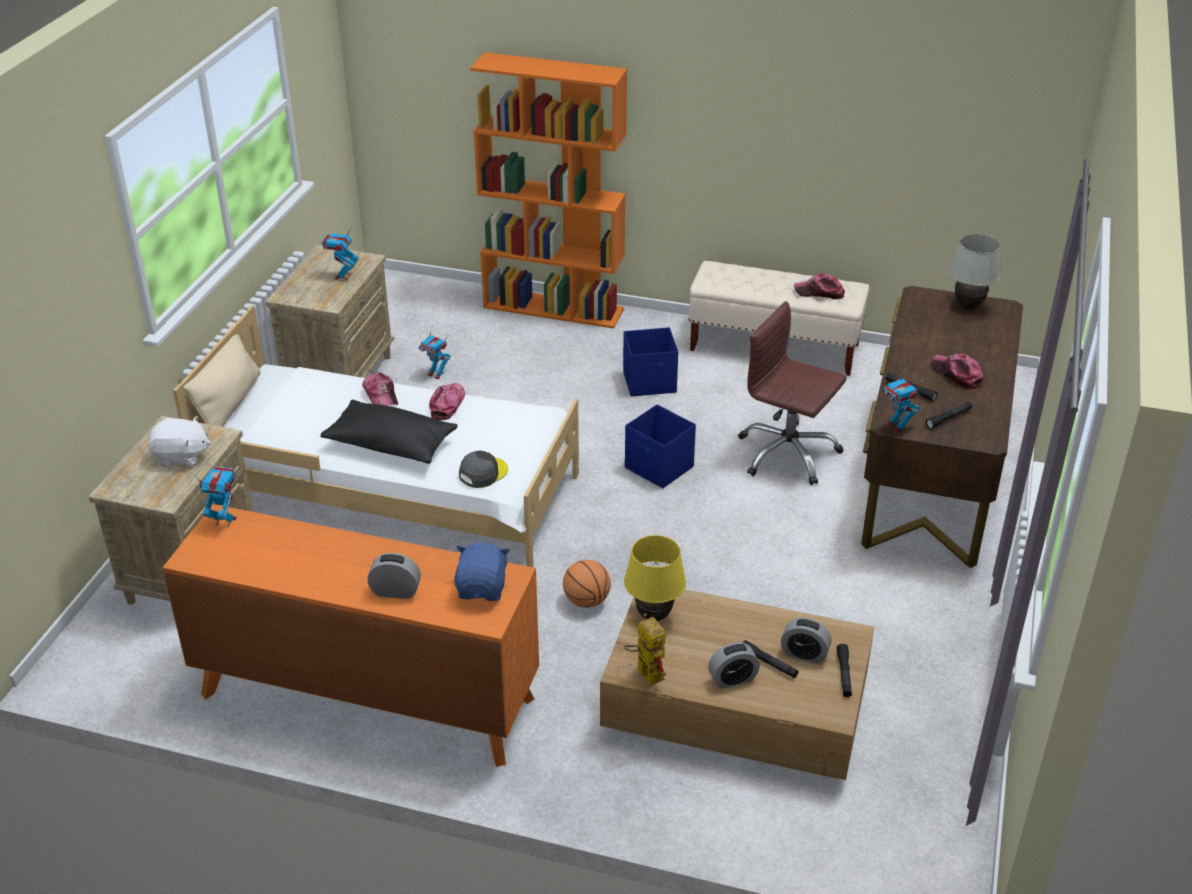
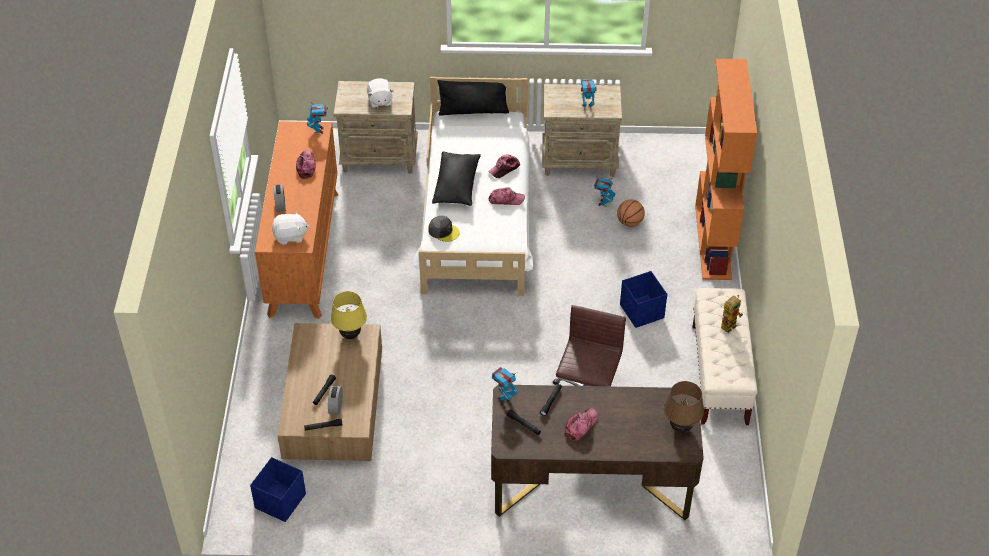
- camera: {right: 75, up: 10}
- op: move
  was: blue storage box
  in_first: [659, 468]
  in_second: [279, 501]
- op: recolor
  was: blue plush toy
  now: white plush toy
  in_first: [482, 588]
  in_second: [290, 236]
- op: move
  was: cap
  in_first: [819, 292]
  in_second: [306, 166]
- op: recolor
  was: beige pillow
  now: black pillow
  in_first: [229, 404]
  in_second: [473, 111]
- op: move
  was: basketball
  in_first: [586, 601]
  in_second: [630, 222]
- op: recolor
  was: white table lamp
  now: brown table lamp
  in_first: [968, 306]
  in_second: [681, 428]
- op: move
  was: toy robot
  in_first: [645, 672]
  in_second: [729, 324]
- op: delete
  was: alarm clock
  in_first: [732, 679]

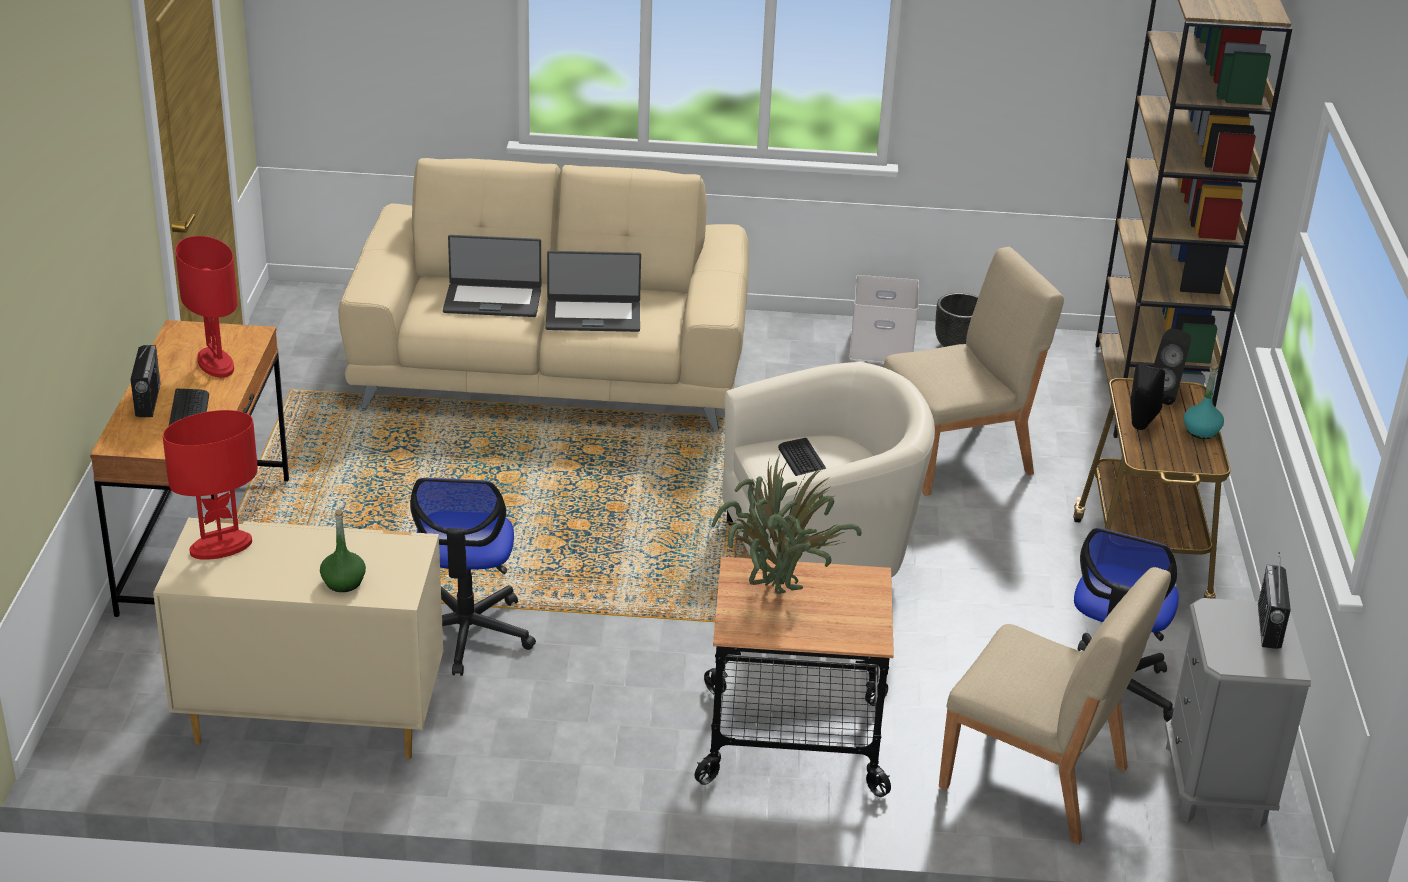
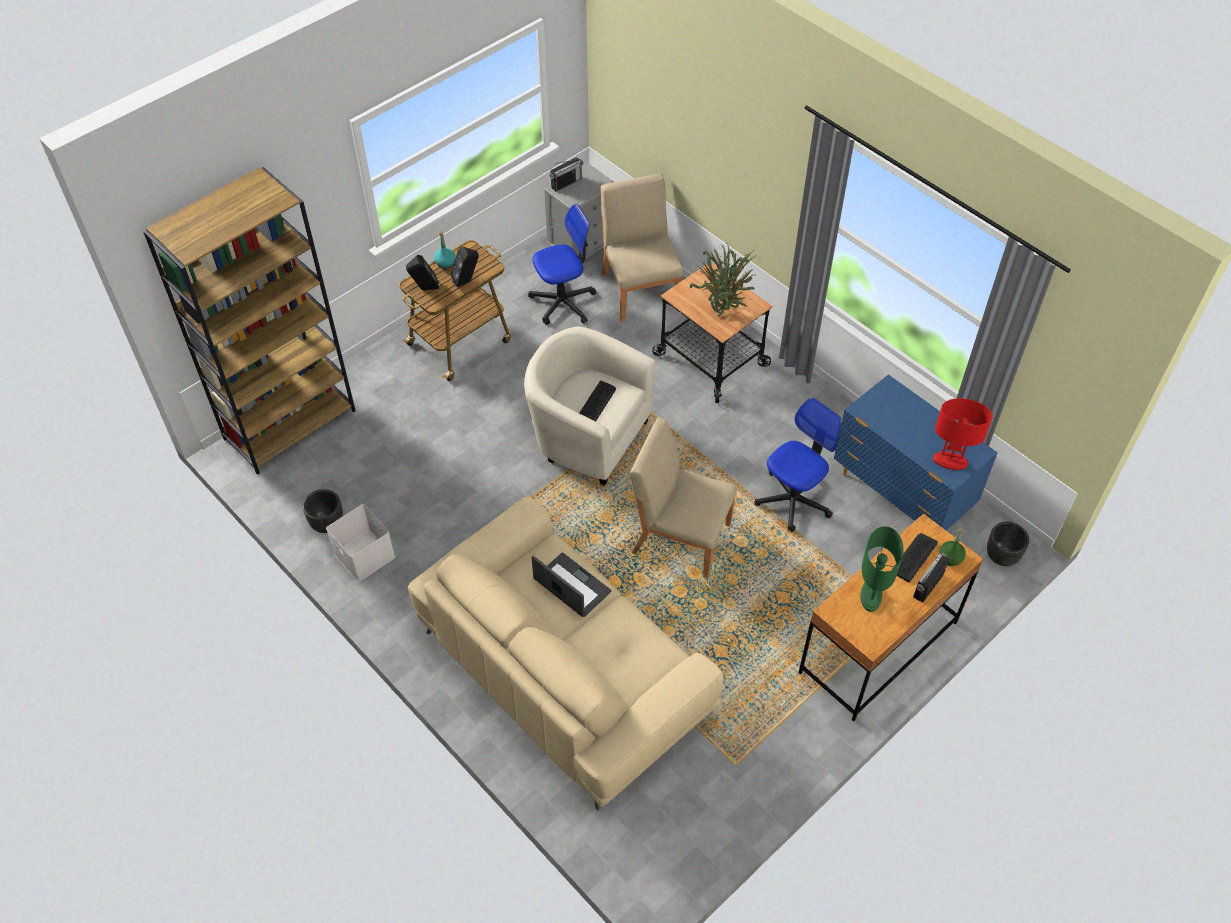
- camera: {right: -135, up: 20}
- op: move
  was: beige chair
  in_first: [957, 456]
  in_second: [680, 537]
- op: recolor
  was: beige dresser
  now: blue dresser
  in_first: [310, 720]
  in_second: [901, 496]
- op: recolor
  was: red table lamp
  now: green table lamp
  in_first: [215, 364]
  in_second: [871, 595]
- op: move
  was: green bottle
  in_first: [343, 582]
  in_second: [950, 557]
- op: insert
  now: black planter
  in_second: [1001, 557]
- op: delete
  was: laptop
  in_first: [492, 300]

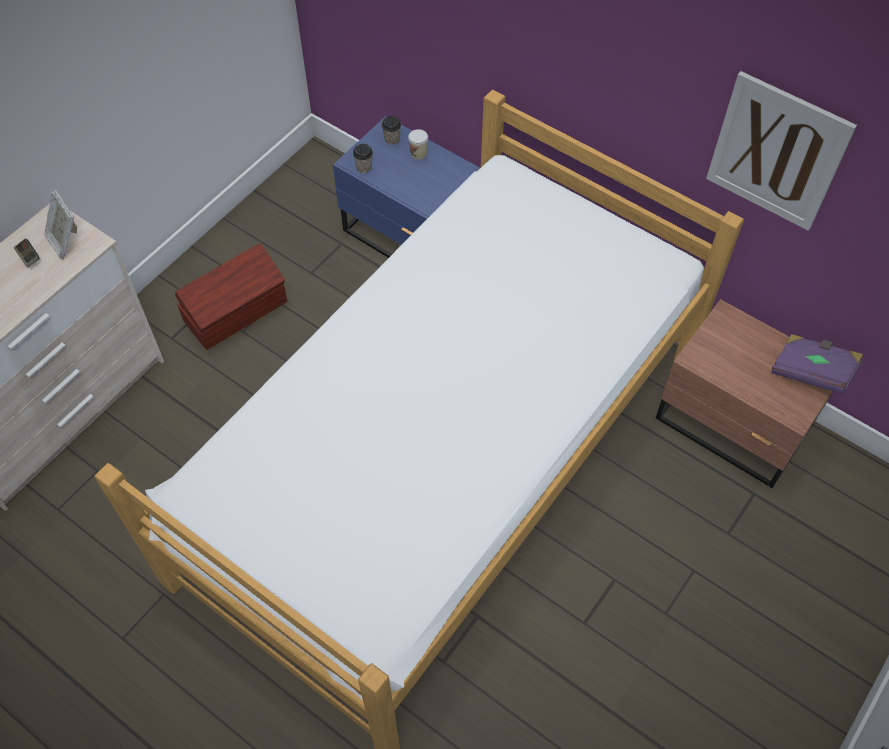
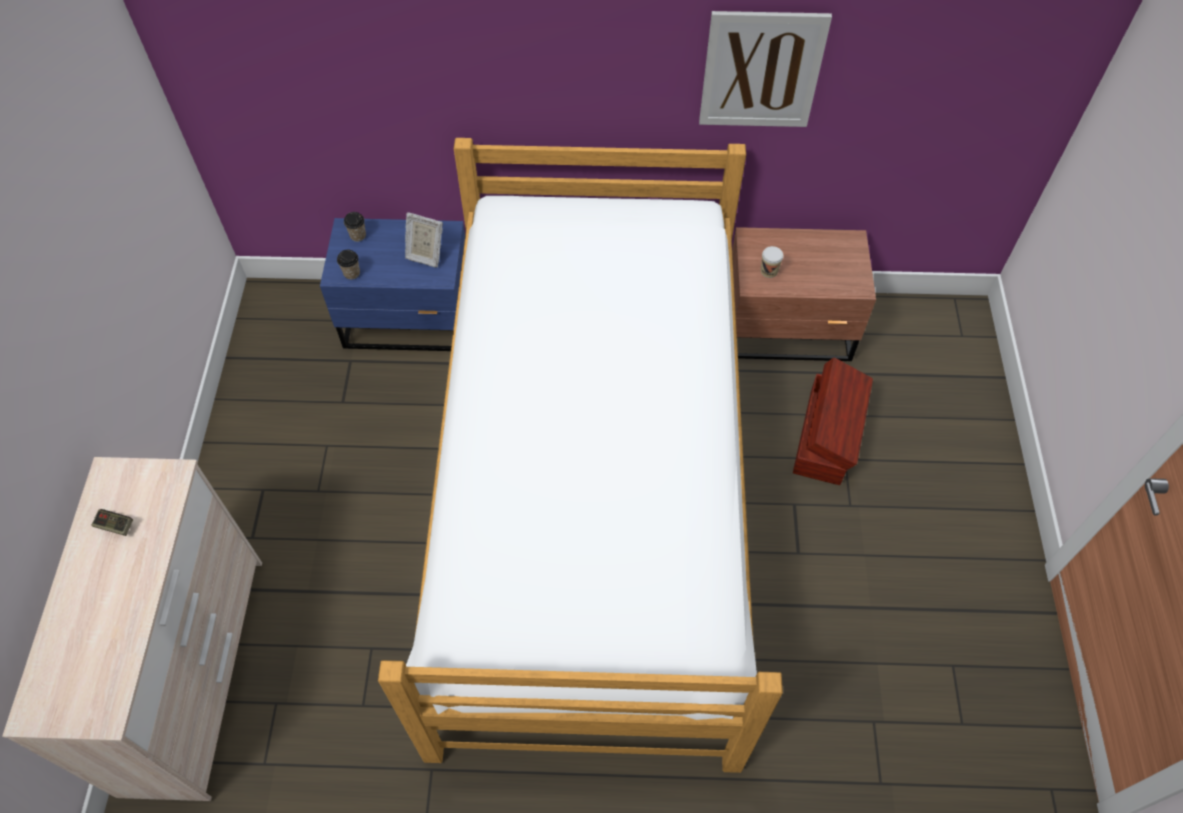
- camera: {right: -35, up: 0}
- op: move
  was: picture frame
  in_first: [66, 240]
  in_second: [425, 255]
- op: move
  was: cup
  in_first: [418, 154]
  in_second: [769, 271]
- op: move
  was: brown storage box
  in_first: [237, 312]
  in_second: [827, 436]
- op: delete
  was: purple book
  in_first: [812, 372]

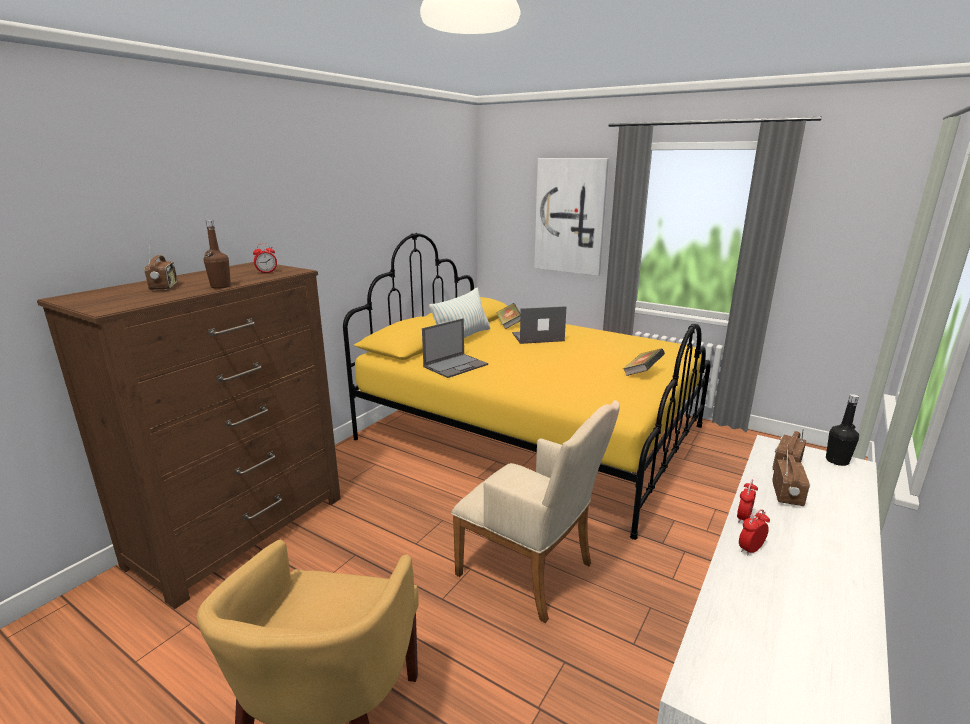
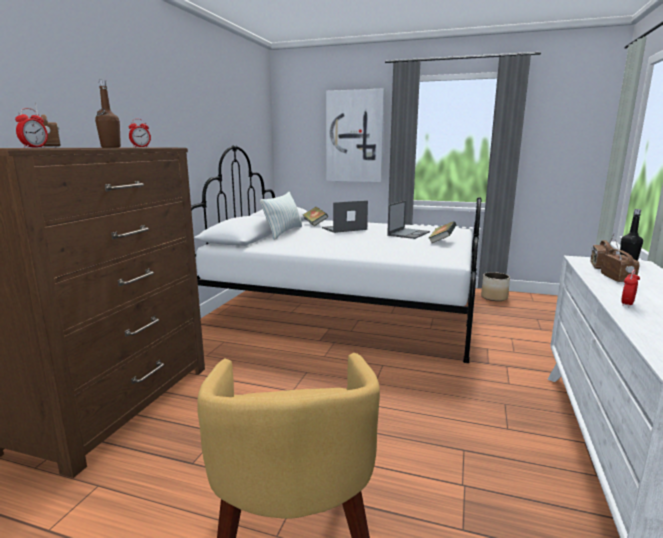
- camera: {right: -15, up: -5}
- op: move
  was: alarm clock
  in_first: [743, 518]
  in_second: [34, 147]
- op: recolor
  was: yellow bed
  now: white bed
  in_first: [531, 433]
  in_second: [347, 308]
- op: move
  was: laptop
  in_first: [456, 365]
  in_second: [408, 233]
- op: insert
  now: planter
  in_second: [494, 297]
- op: delete
  was: beige armchair
  in_first: [531, 573]

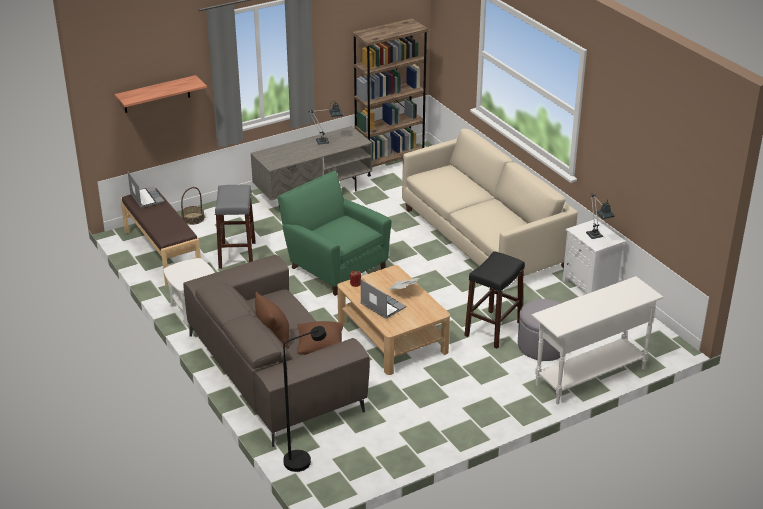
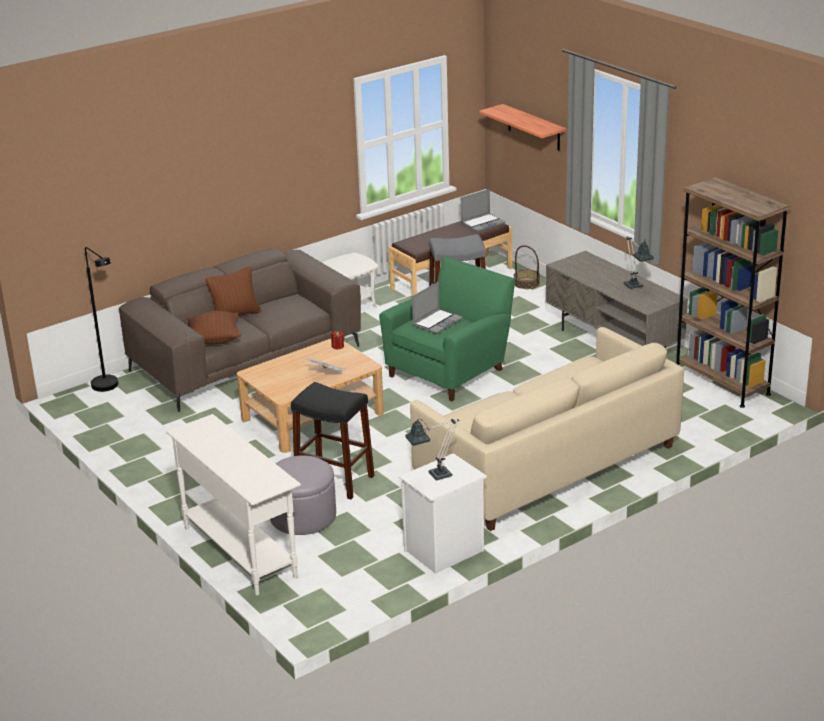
- camera: {right: 85, up: -5}
- op: move
  was: laptop
  in_first: [382, 306]
  in_second: [437, 322]

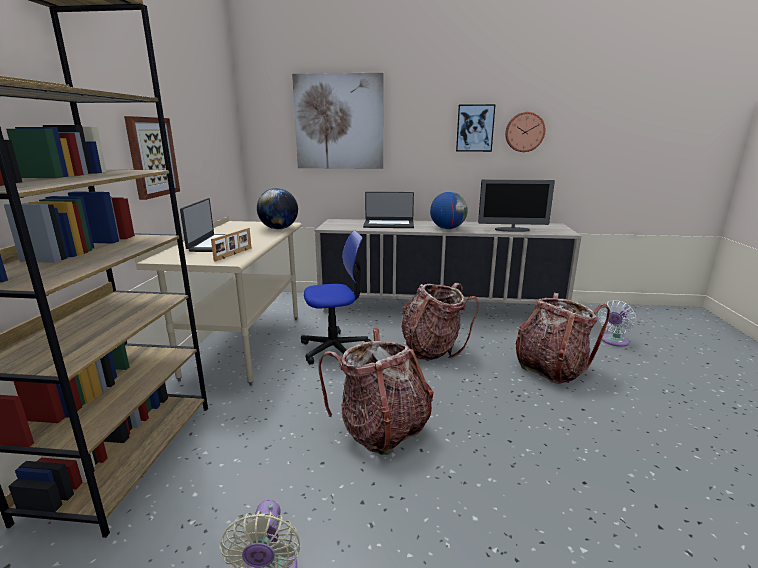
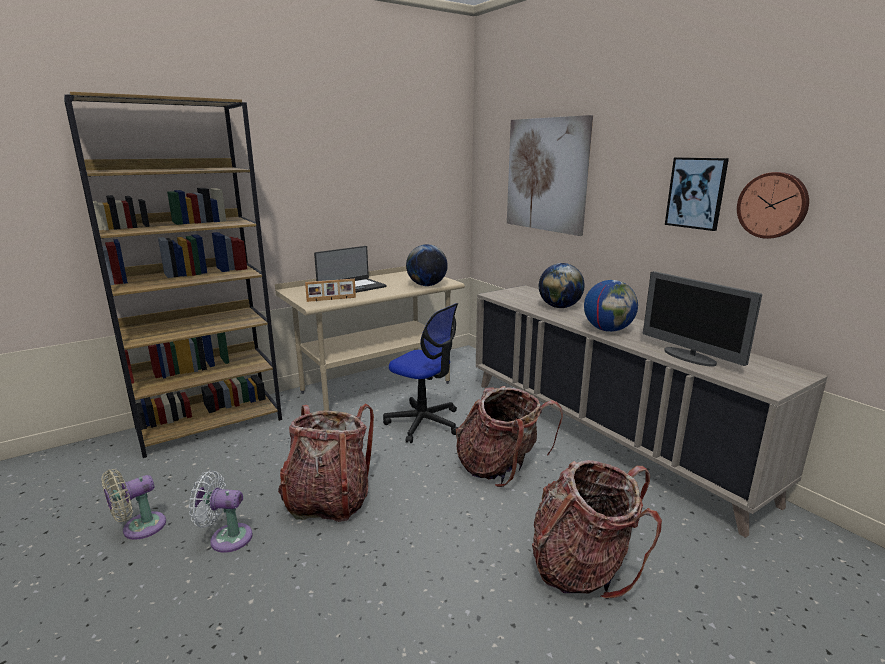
- camera: {right: 50, up: 0}
- op: move
  was: white fan
  in_first: [613, 341]
  in_second: [227, 538]
- op: replace
  was: laptop
  now: globe
  in_first: [388, 224]
  in_second: [559, 307]
- op: delete
  was: picture
  in_first: [151, 157]

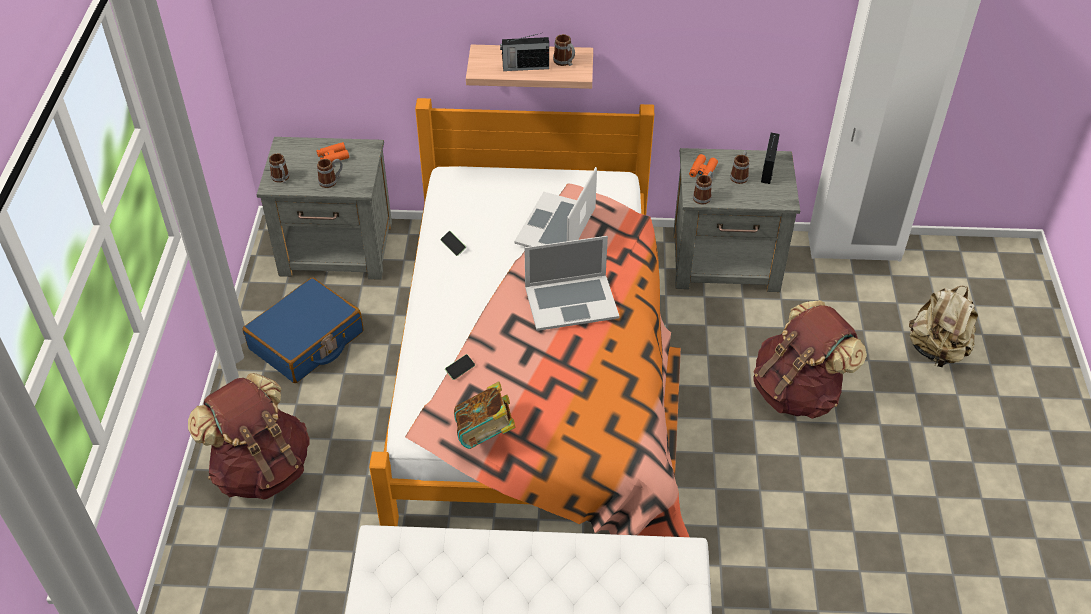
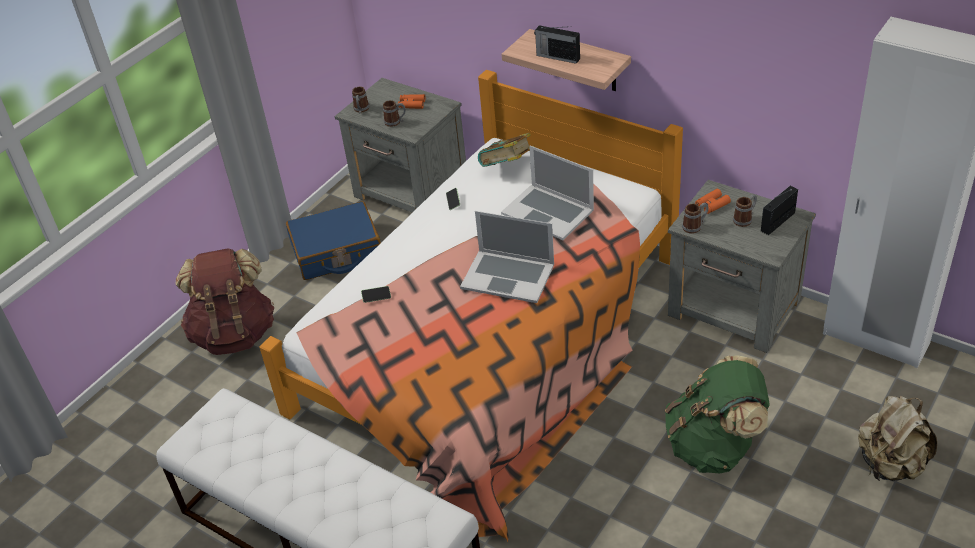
- camera: {right: 35, up: -5}
- op: move
  was: book
  in_first: [485, 433]
  in_second: [507, 168]
- op: rotate
  was: laptop
  in_first: [556, 225]
  in_second: [548, 211]
  clockwise: -105
- op: recolor
  was: brown backpack
  now: green backpack
  in_first: [798, 391]
  in_second: [714, 446]
- op: delete
  was: mug
  in_first: [565, 62]

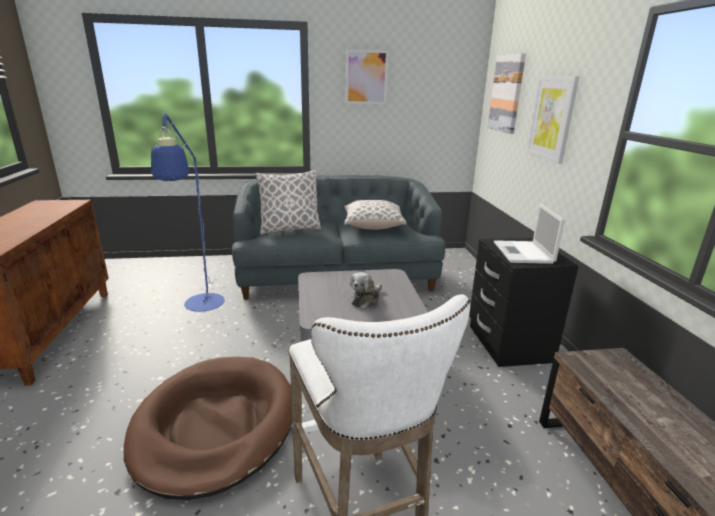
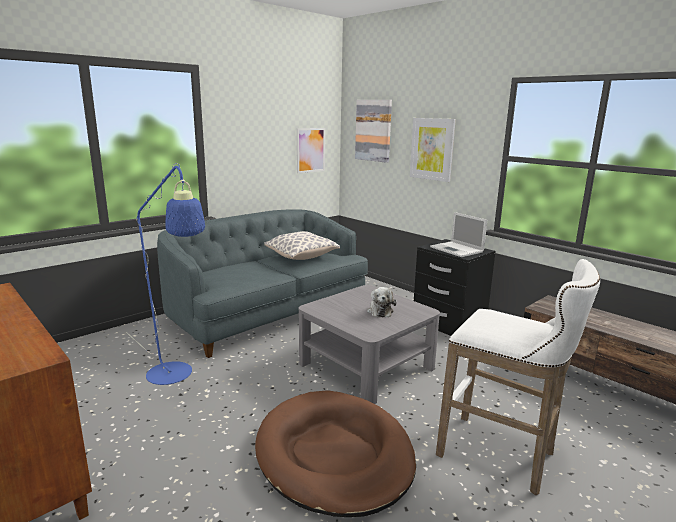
- camera: {right: -35, up: -5}
- op: move
  was: picture
  in_first: [366, 77]
  in_second: [310, 150]
- op: delete
  was: pillow
  in_first: [289, 229]

